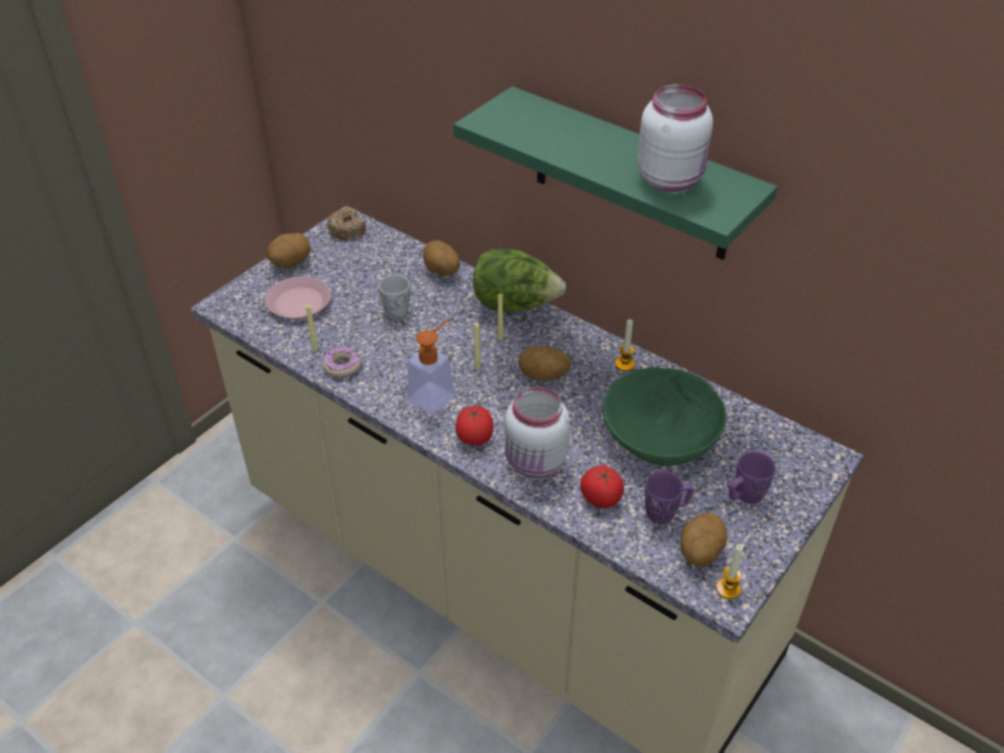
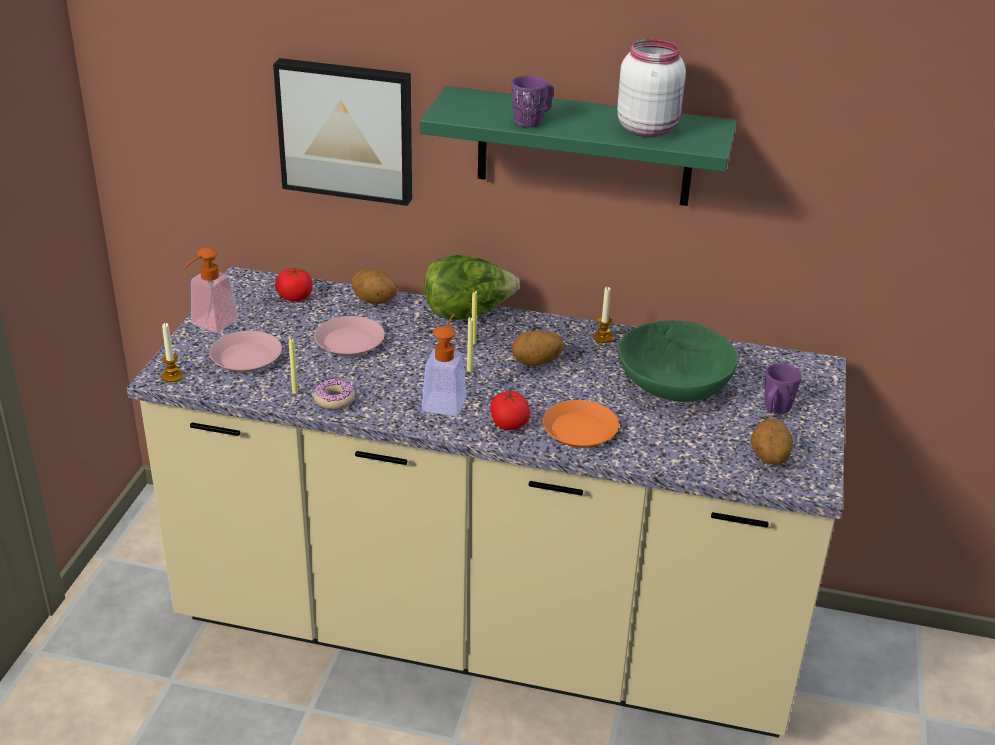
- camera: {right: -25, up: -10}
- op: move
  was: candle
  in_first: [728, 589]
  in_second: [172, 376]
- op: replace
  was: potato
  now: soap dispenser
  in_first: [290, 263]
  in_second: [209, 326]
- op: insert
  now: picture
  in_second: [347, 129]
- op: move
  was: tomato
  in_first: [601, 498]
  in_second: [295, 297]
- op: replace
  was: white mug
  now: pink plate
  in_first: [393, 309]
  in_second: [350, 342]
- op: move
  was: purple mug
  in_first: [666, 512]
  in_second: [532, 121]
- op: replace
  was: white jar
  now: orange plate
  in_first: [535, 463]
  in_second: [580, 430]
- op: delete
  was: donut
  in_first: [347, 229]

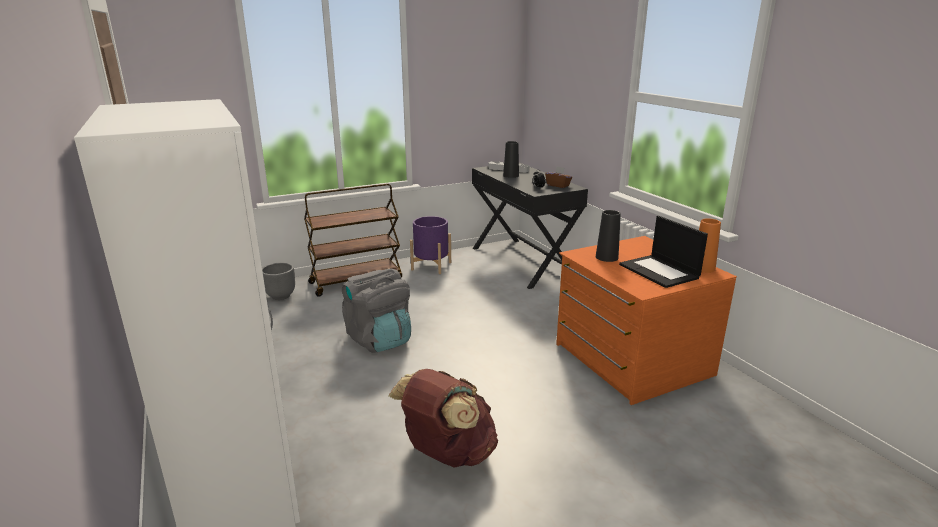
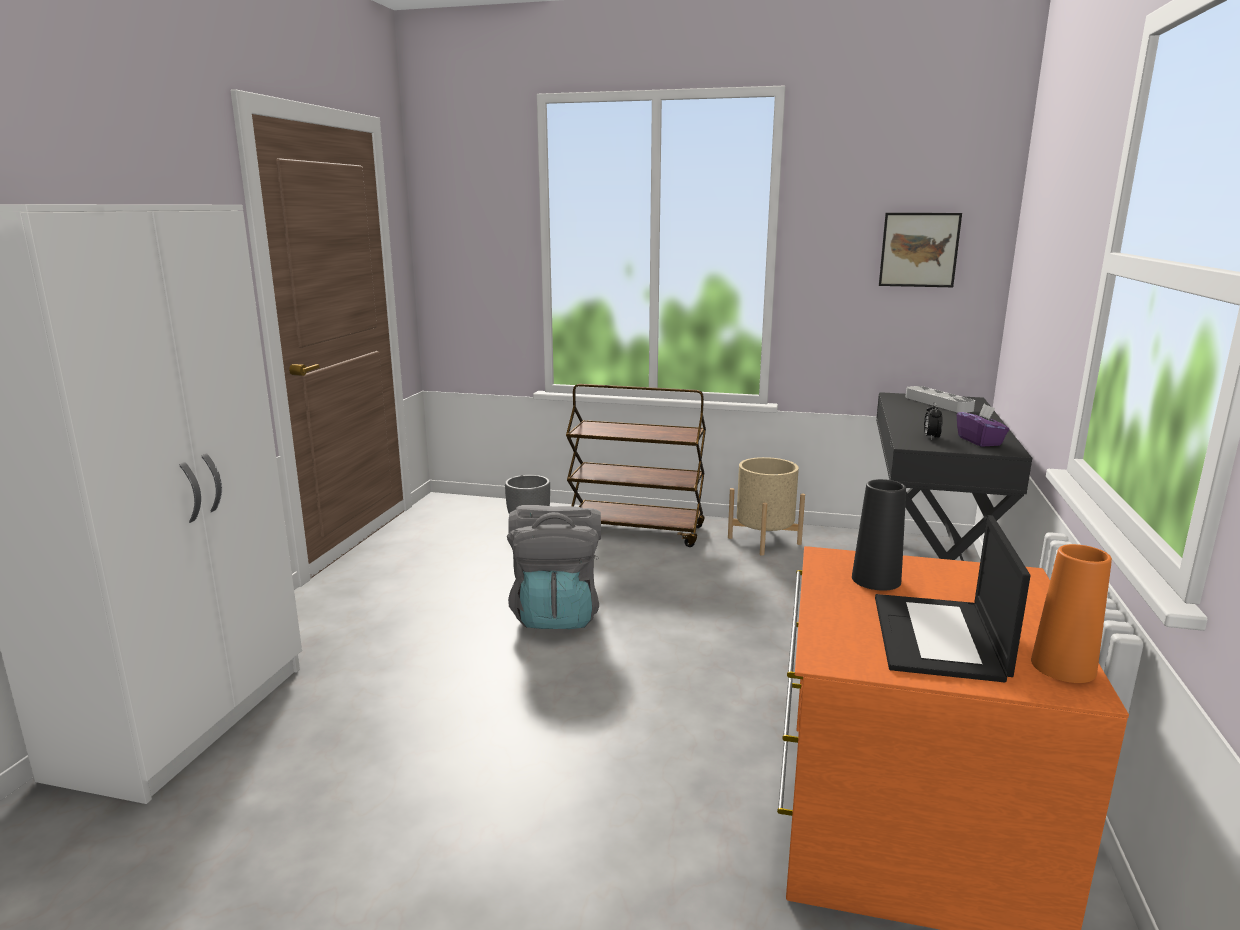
- camera: {right: 40, up: -5}
- op: recolor
  was: purple planter
  now: beige planter
  in_first: [431, 266]
  in_second: [764, 541]
- op: insert
  now: picture
  in_second: [919, 250]
- op: recolor
  was: brown tissue box
  now: purple tissue box
  in_first: [558, 185]
  in_second: [980, 441]
- op: delete
  was: brown backpack
  in_first: [447, 454]
- op: delete
  was: black vase
  in_first: [511, 175]

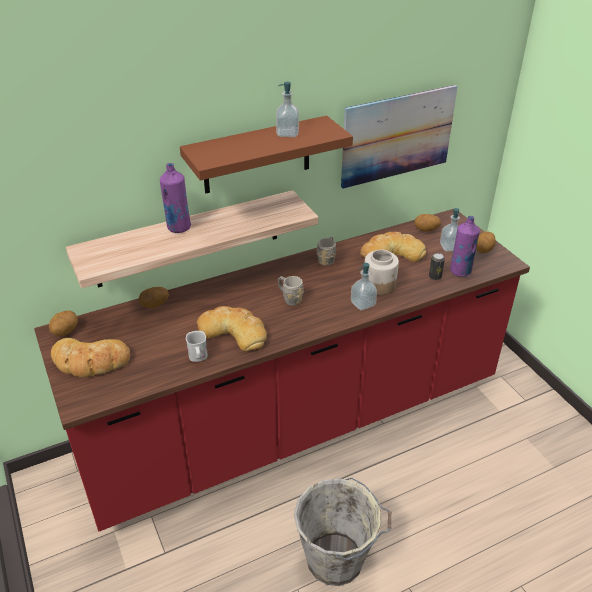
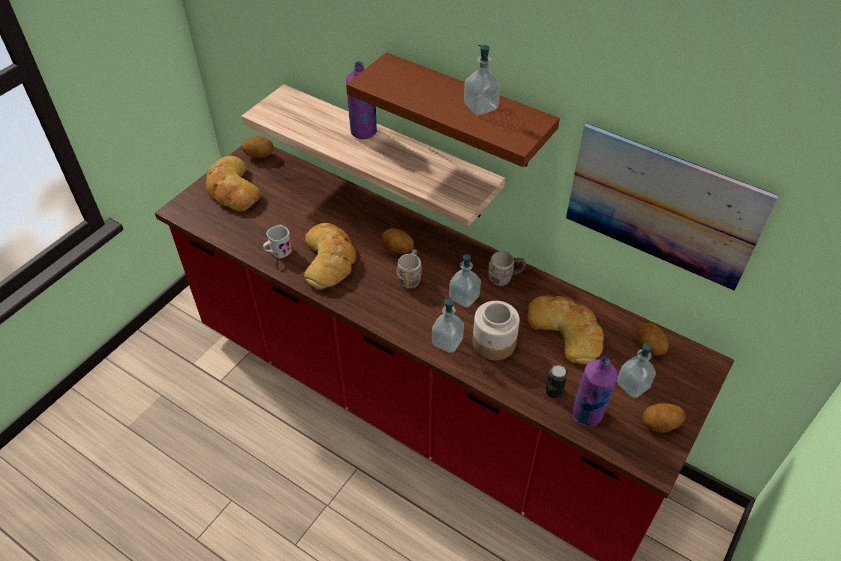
- camera: {right: 60, up: 10}
- op: move
  was: potato
  in_first: [155, 305]
  in_second: [397, 249]
- op: insert
  now: soap dispenser
  in_second: [464, 297]
- op: delete
  was: grey bucket
  in_first: [337, 560]

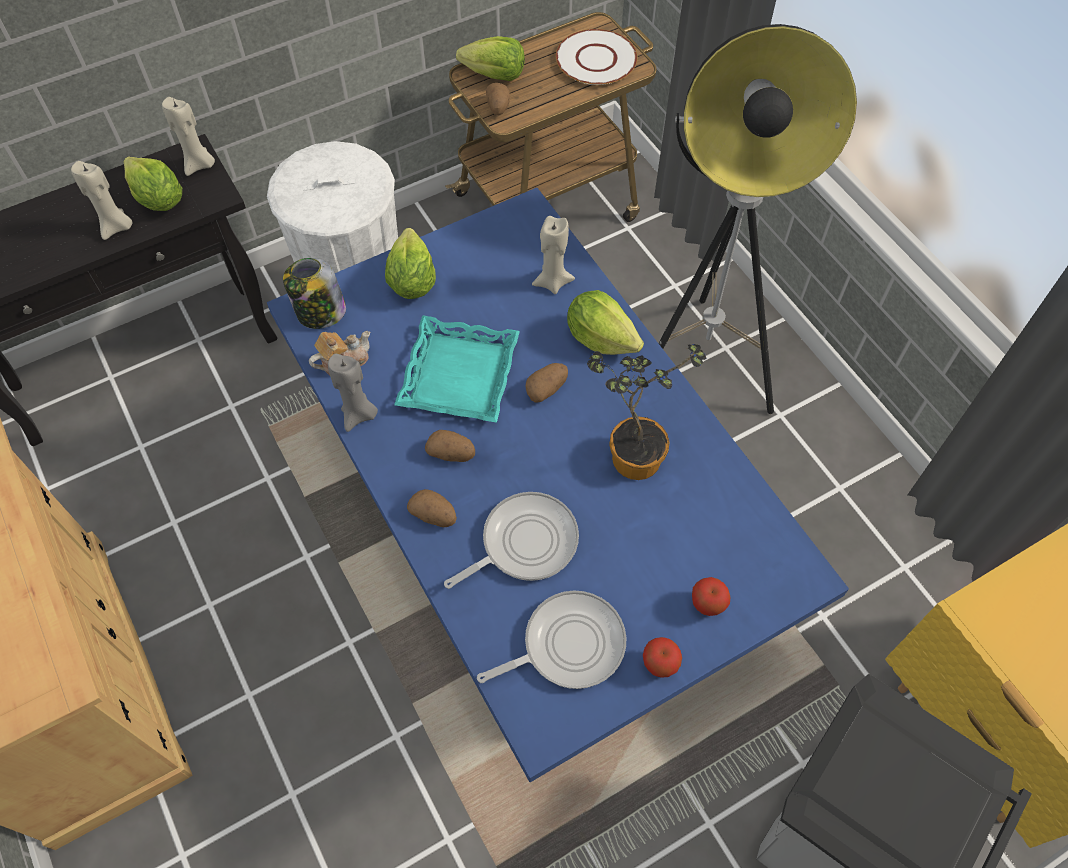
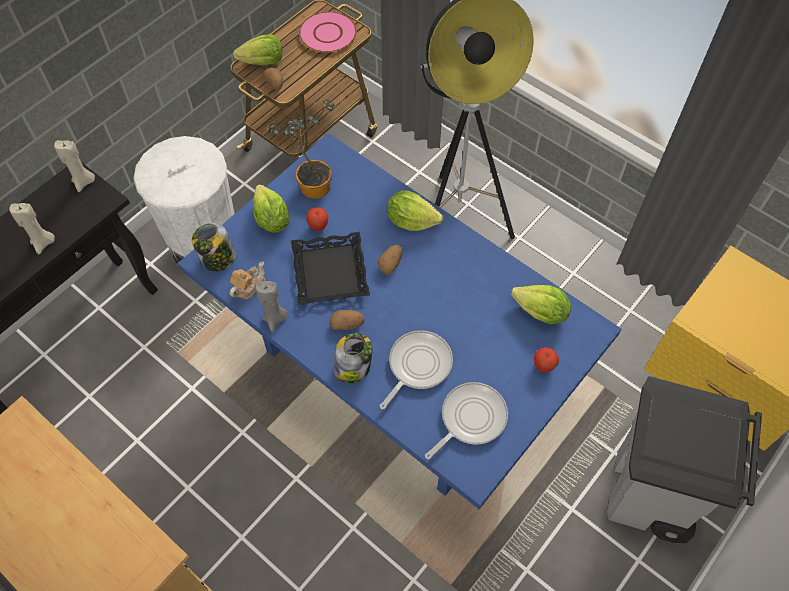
- camera: {right: -20, up: 0}
- op: move
  was: potted plant
  in_first: [630, 453]
  in_second: [311, 185]
- op: recolor
  was: turquoise tray
  now: black tray
  in_first: [460, 375]
  in_second: [331, 272]
- op: recolor
  was: white plate
  now: pink plate
  in_first: [596, 60]
  in_second: [328, 34]
- op: move
  was: apple
  in_first: [659, 665]
  in_second: [318, 226]
- op: replace
  was: potato
  now: jar
  in_first: [434, 515]
  in_second: [353, 367]
- op: move
  was: lettuce
  in_first: [158, 200]
  in_second: [540, 313]
- op: delete
  was: beige candle
  in_first: [552, 282]

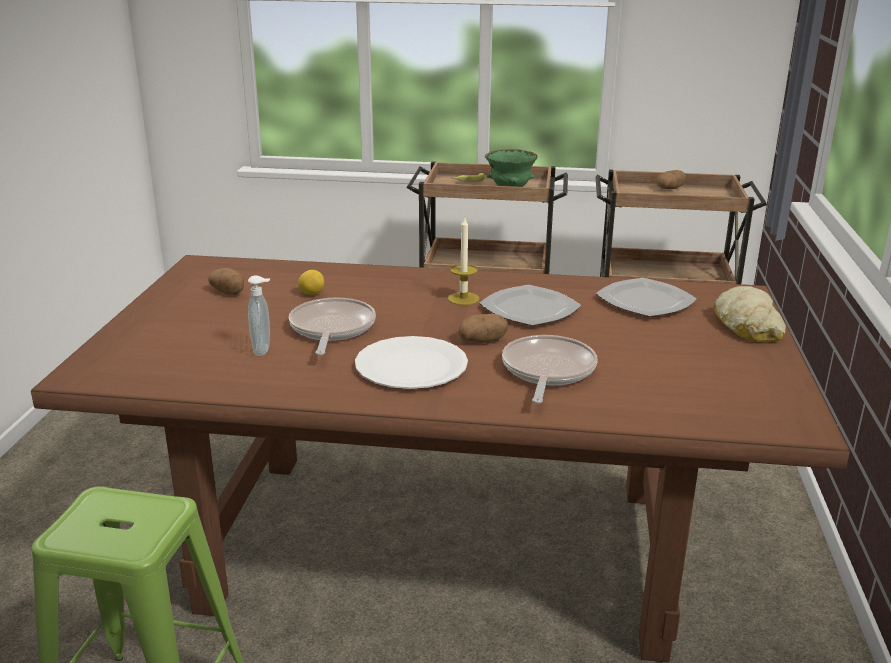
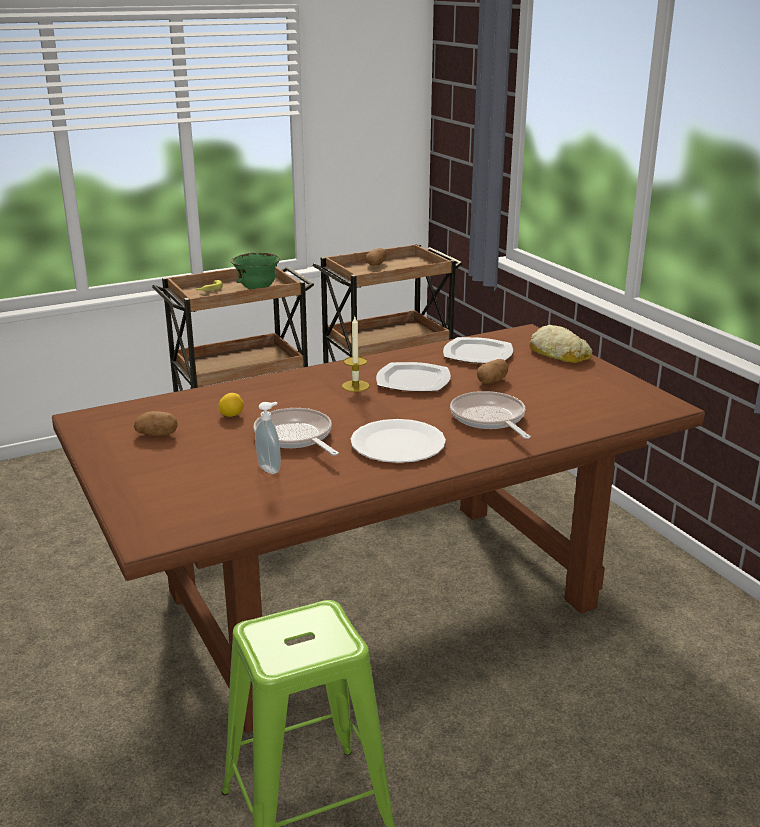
- camera: {right: -35, up: 0}
- op: move
  was: potato
  in_first: [482, 341]
  in_second: [492, 381]

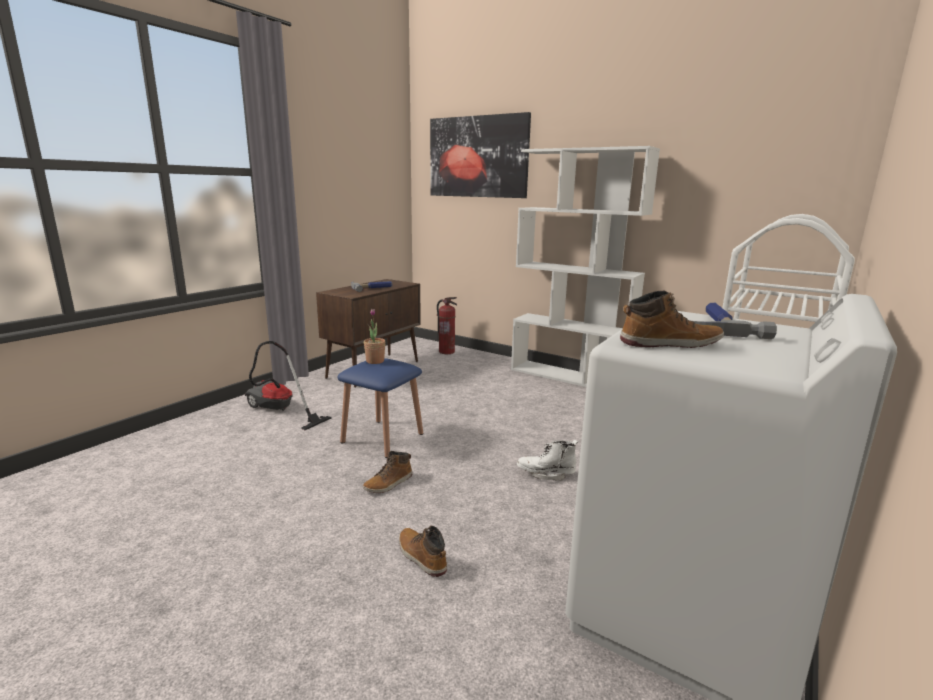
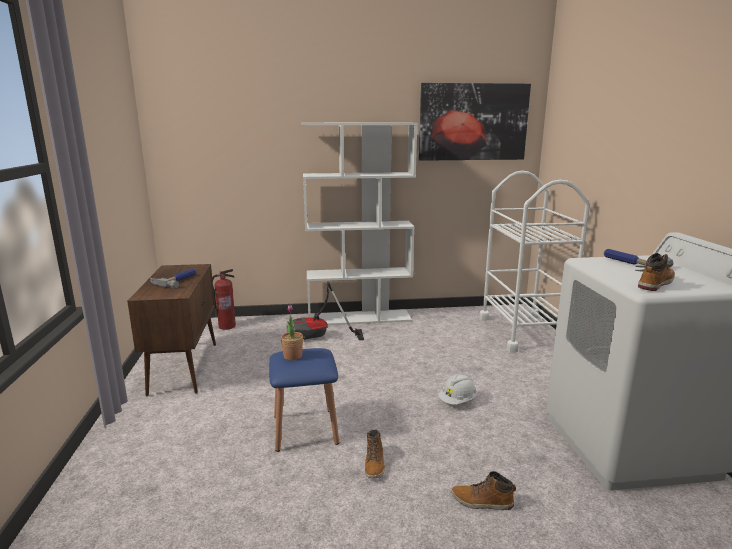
- camera: {right: -40, up: 0}
- op: move
  was: vacuum cleaner
  in_first: [278, 411]
  in_second: [319, 338]
- op: move
  was: picture
  in_first: [478, 157]
  in_second: [473, 122]
- op: replace
  was: white boot
  now: white hard hat
  in_first: [546, 474]
  in_second: [457, 401]

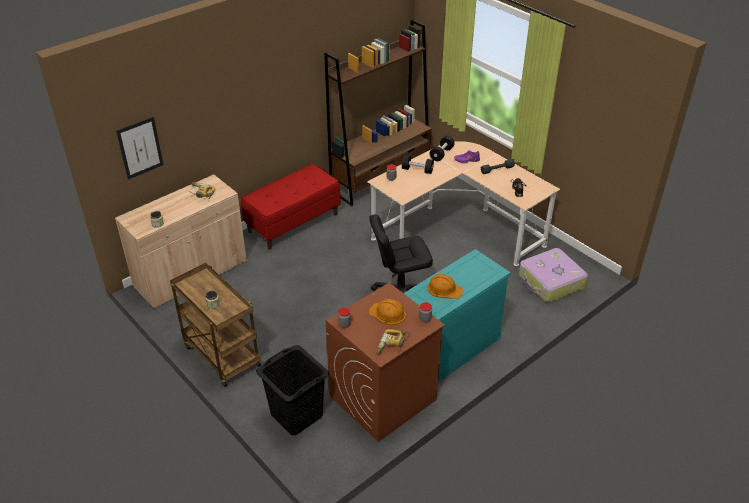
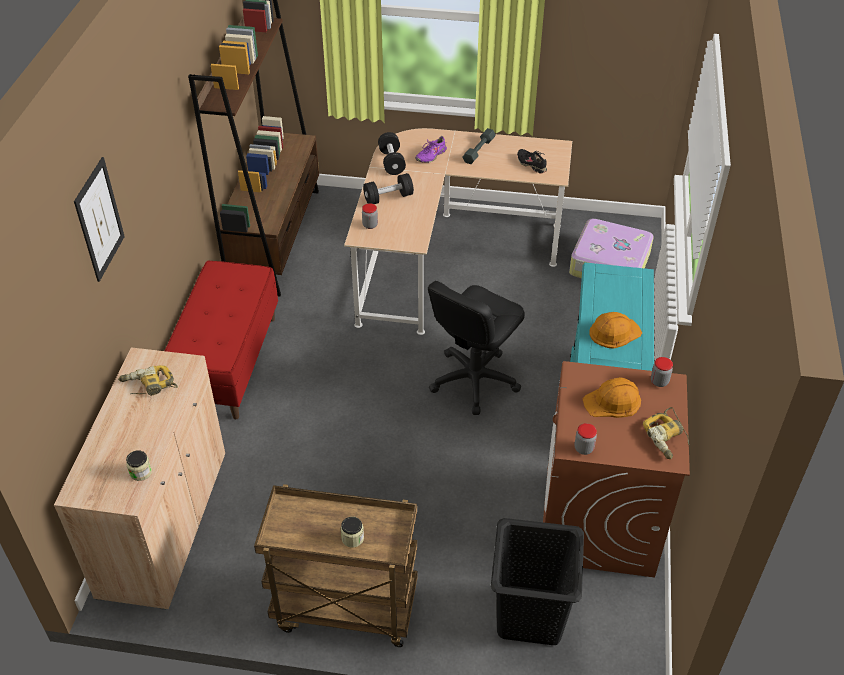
- camera: {right: -40, up: 5}
- op: move
  was: picture
  in_first: [140, 148]
  in_second: [99, 219]

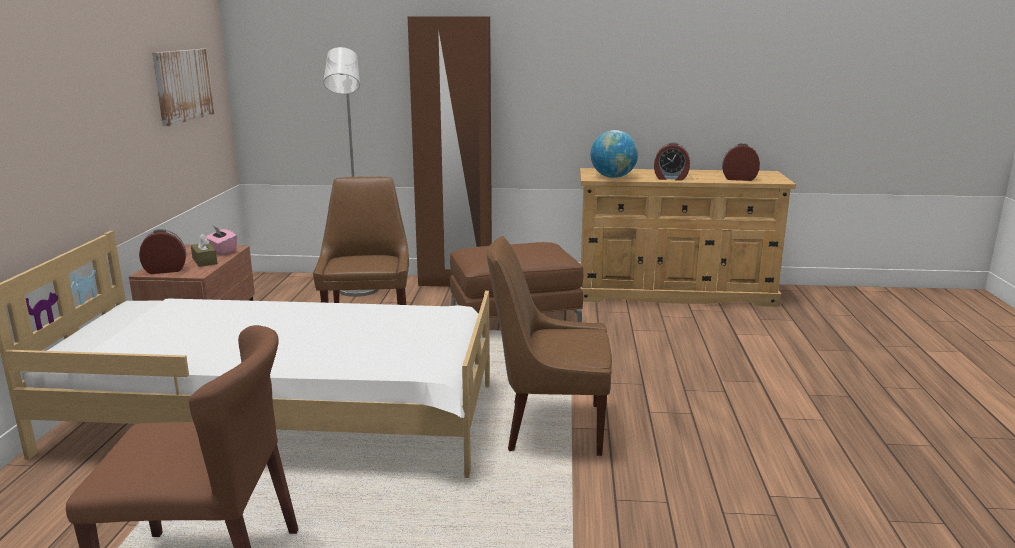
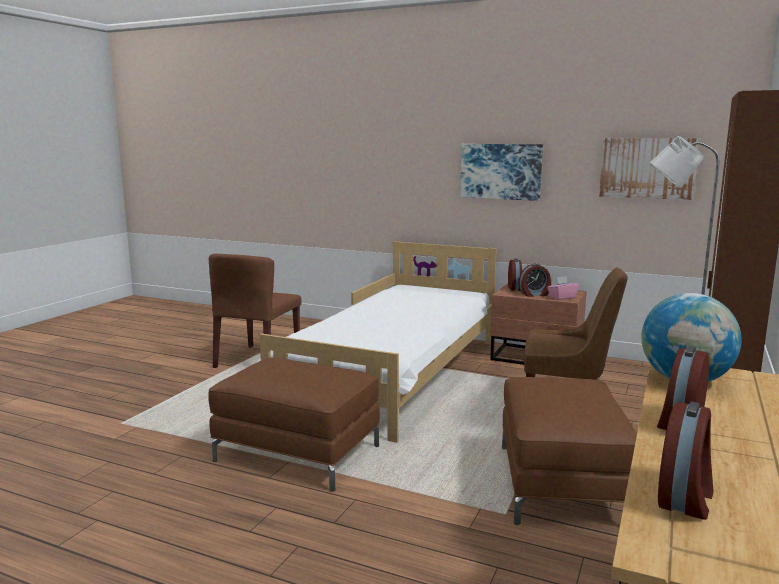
- camera: {right: 110, up: -5}
- op: replace
  was: brown chair
  now: brown ottoman
  in_first: [550, 427]
  in_second: [297, 453]
- op: insert
  now: picture
  in_second: [501, 171]
- op: replace
  was: brown tissue box
  now: alarm clock
  in_first: [204, 261]
  in_second: [534, 294]

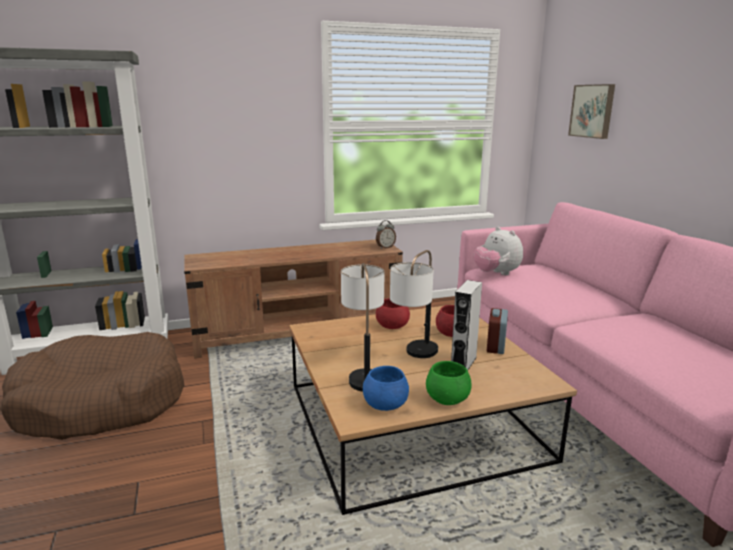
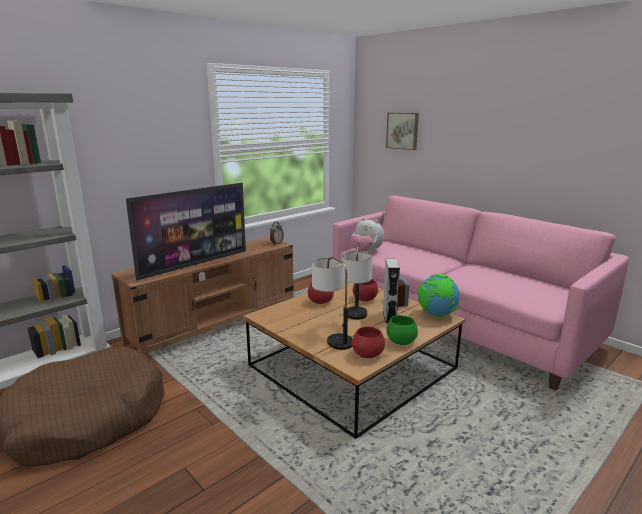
- camera: {right: -25, up: 0}
- op: insert
  now: television
  in_second: [195, 264]
- op: recolor
  was: blue bowl
  now: red bowl
  in_first: [386, 405]
  in_second: [368, 354]
- op: insert
  now: globe
  in_second: [436, 315]

